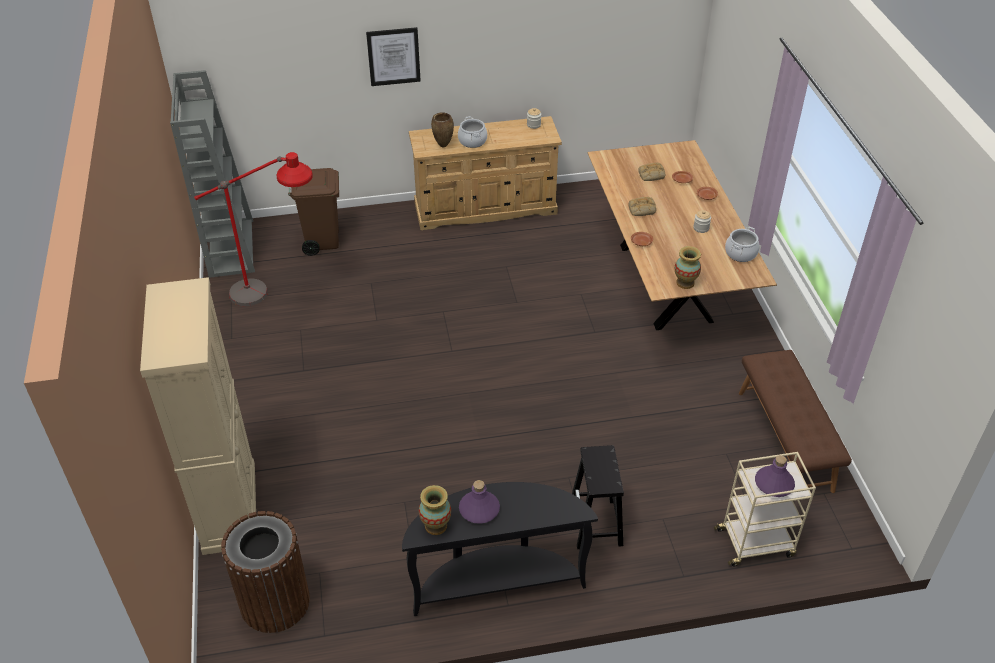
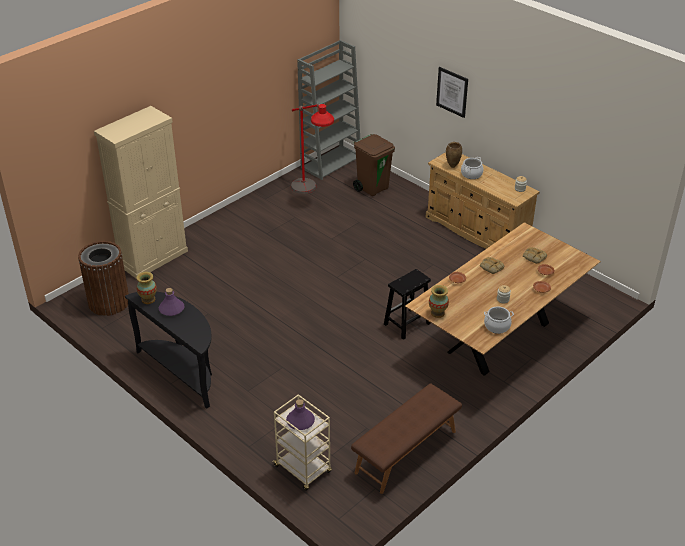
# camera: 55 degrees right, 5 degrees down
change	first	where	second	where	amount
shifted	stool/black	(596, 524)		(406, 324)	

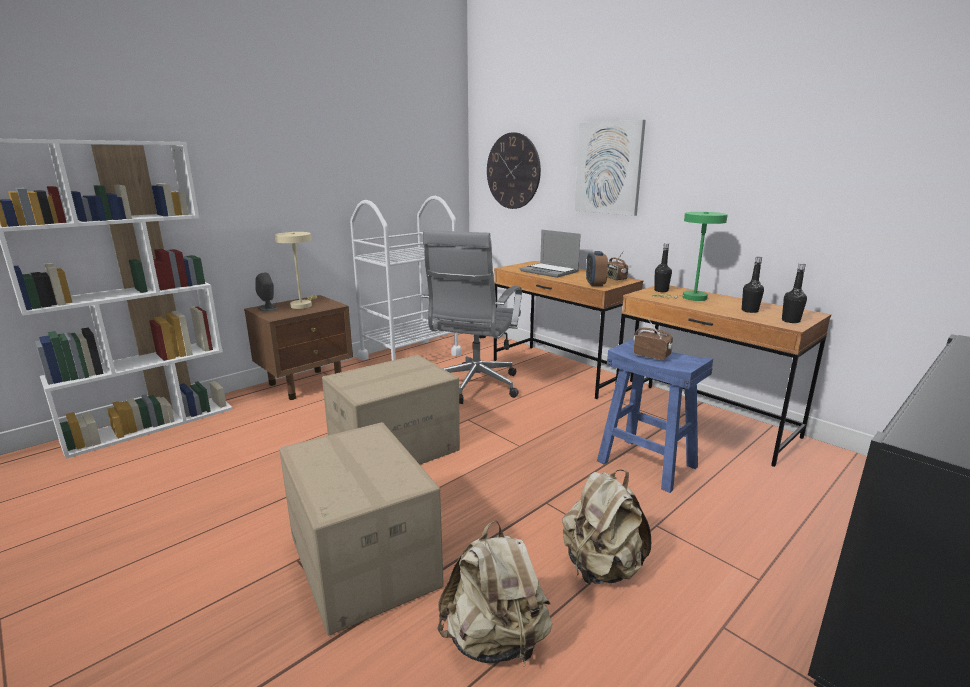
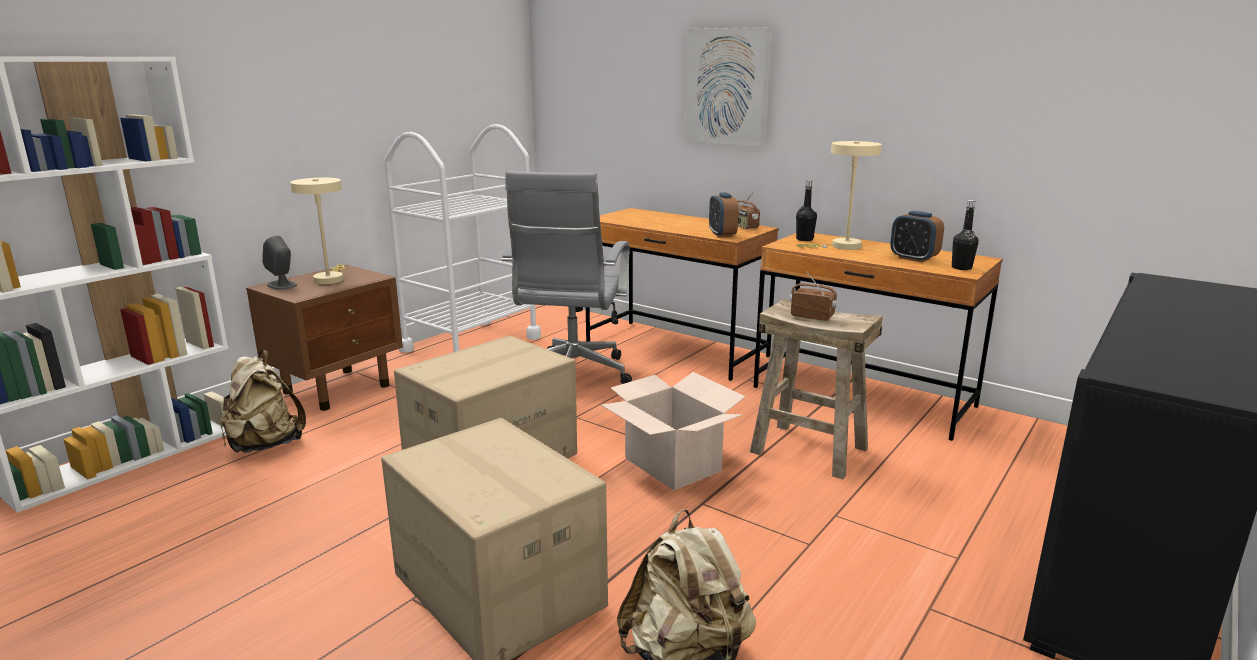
# camera: 10 degrees left, 0 degrees up
change	first	where	second	where	amount
gone	wall clock	(513, 171)			
gone	laptop	(550, 271)			
new			cardboard box	(673, 464)	
shifted	backpack/beige	(601, 568)		(264, 445)	
swapped	bottle/black	(749, 311)	alarm clock	(913, 258)	
repainted	stool/blue	(646, 464)	stool/beige	(808, 450)	
repainted	table lamp/green	(689, 298)	table lamp/beige	(841, 246)	

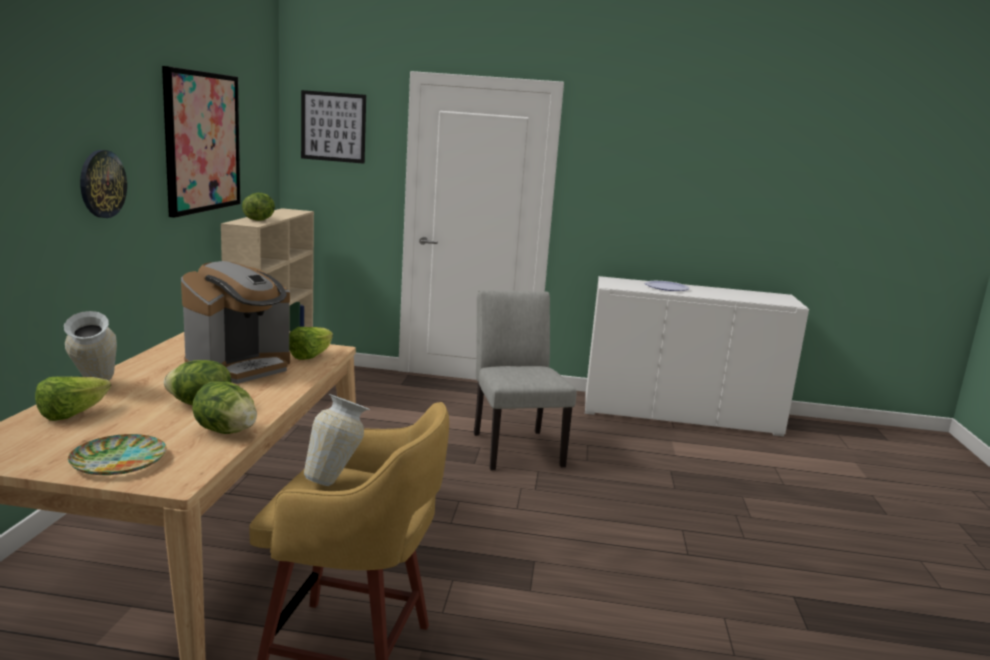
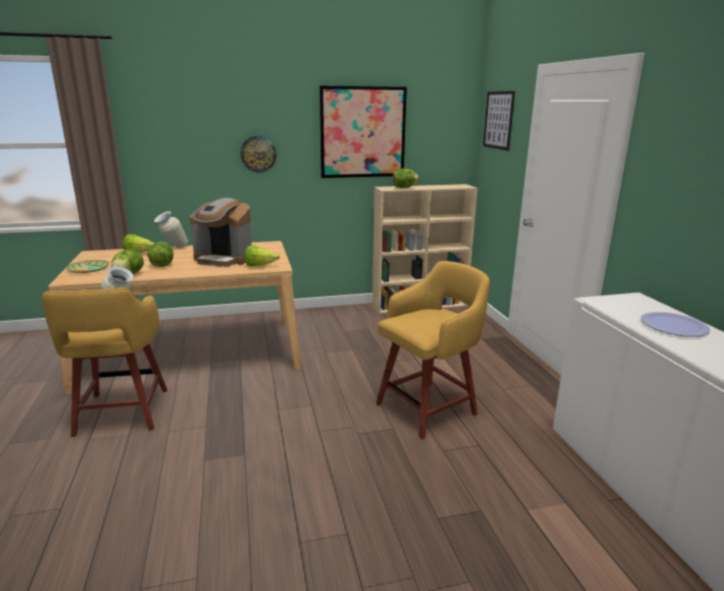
# camera: 70 degrees right, 5 degrees up
change	first	where	second	where	amount
swapped	chair/grey	(514, 446)	stool/yellow	(429, 408)	

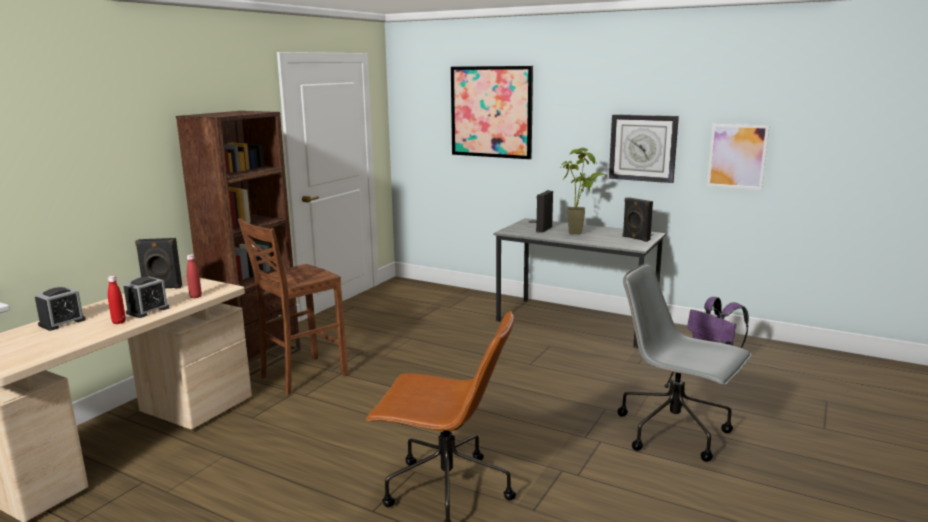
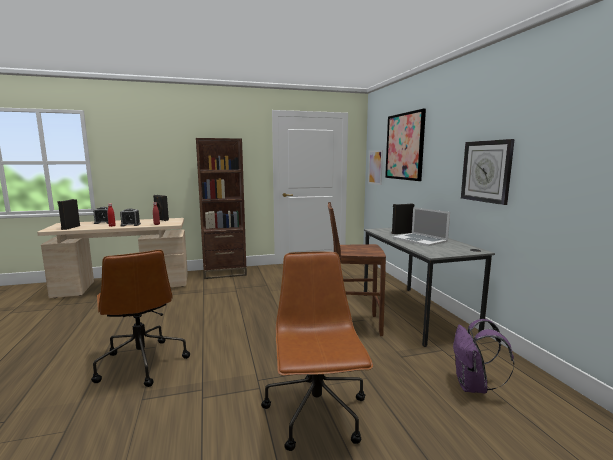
# camera: 45 degrees right, 5 degrees down
change	first	where	second	where	amount
shifted	stool/brown	(301, 376)		(353, 324)	
shifted	speaker/black	(635, 238)		(70, 228)	
shifted	picture	(737, 156)		(375, 167)	
swapped	potted plant	(581, 233)	laptop	(420, 239)	
repainted	office chair/grey	(675, 432)	office chair/brown	(317, 414)	

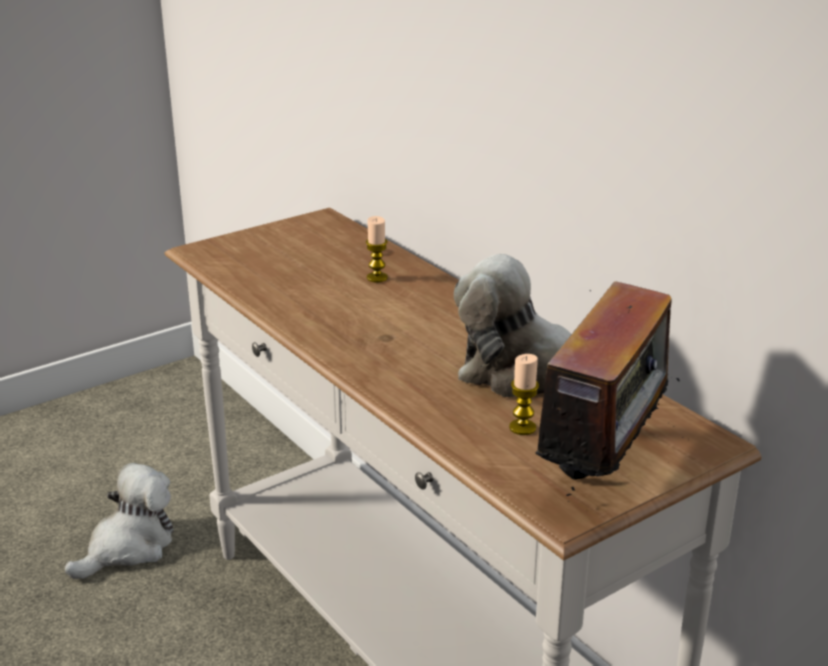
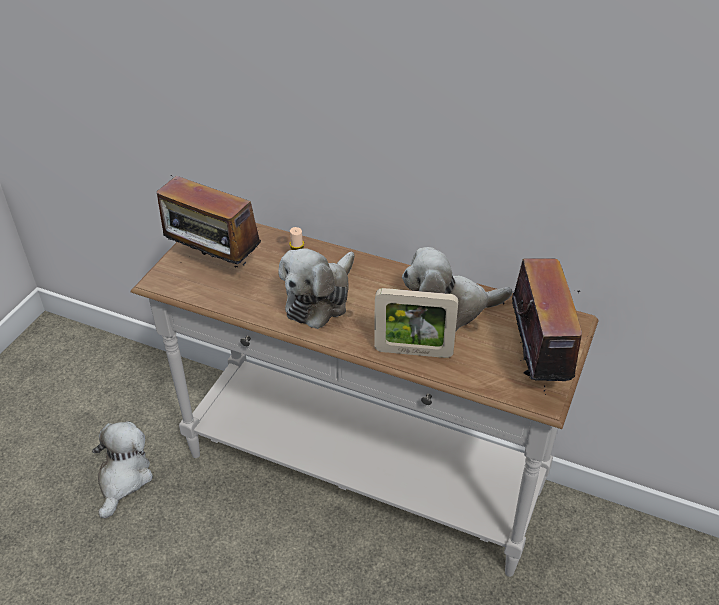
# camera: 30 degrees left, 15 degrees up
change	first	where	second	where	amount
gone	candle	(522, 427)			
new			radio	(214, 263)	
new			plush toy	(320, 298)	
new			picture frame	(413, 351)	

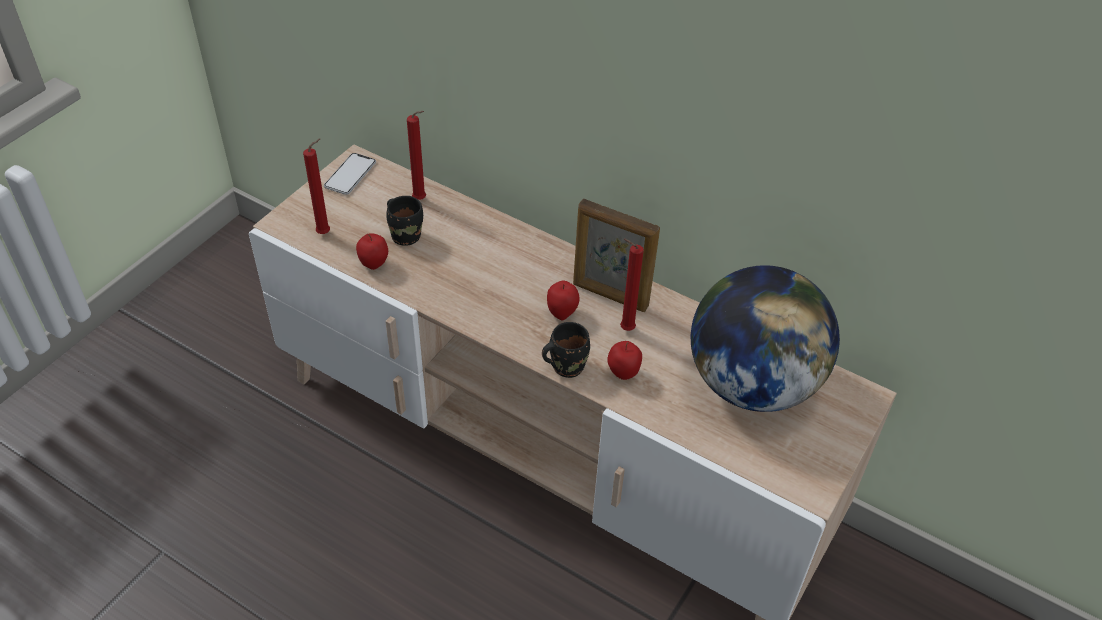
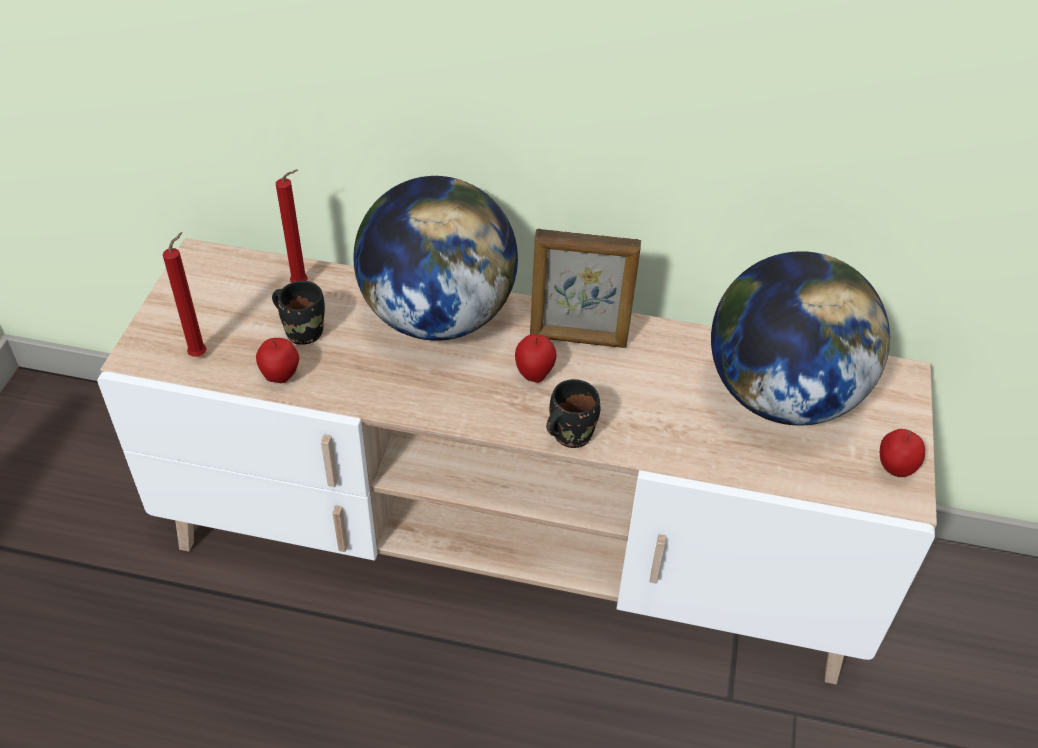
# camera: 20 degrees left, 0 degrees up
change	first	where	second	where	amount
gone	phone	(350, 175)			
gone	candle/red	(624, 329)			
new			globe	(438, 317)	
shifted	apple	(623, 374)		(894, 469)	

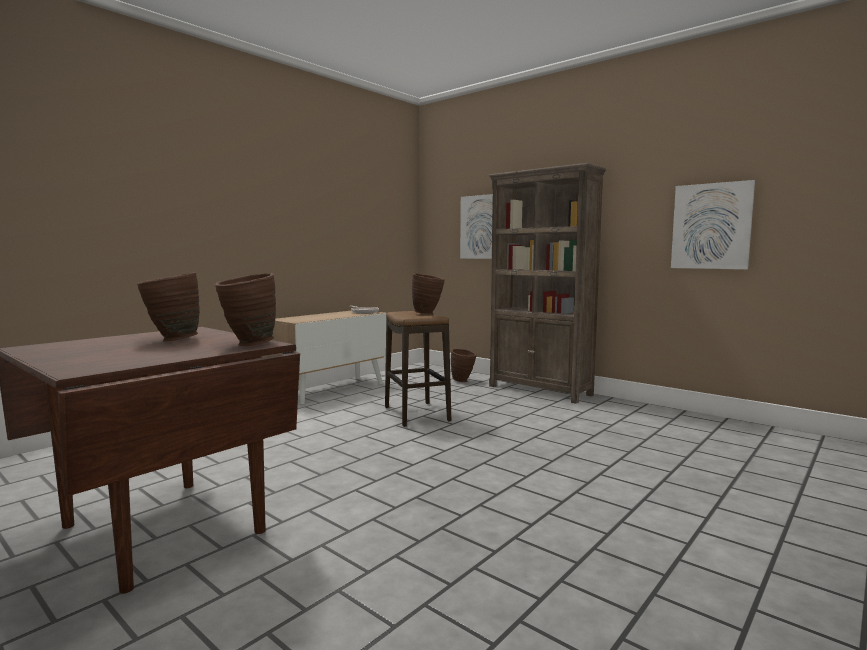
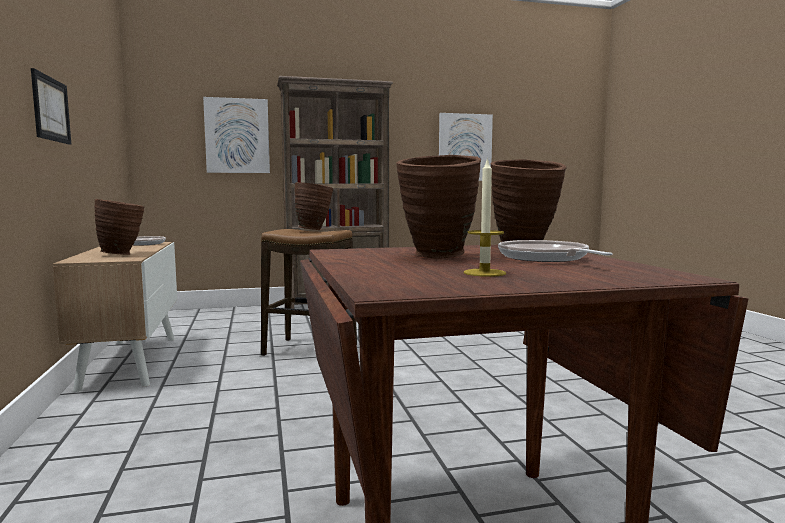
# camera: 55 degrees left, 0 degrees up
change	first	where	second	where	amount
new			picture	(50, 109)	
new			candle	(484, 273)	
new			frying pan	(545, 258)	
shifted	vase/brown	(463, 381)		(123, 254)	

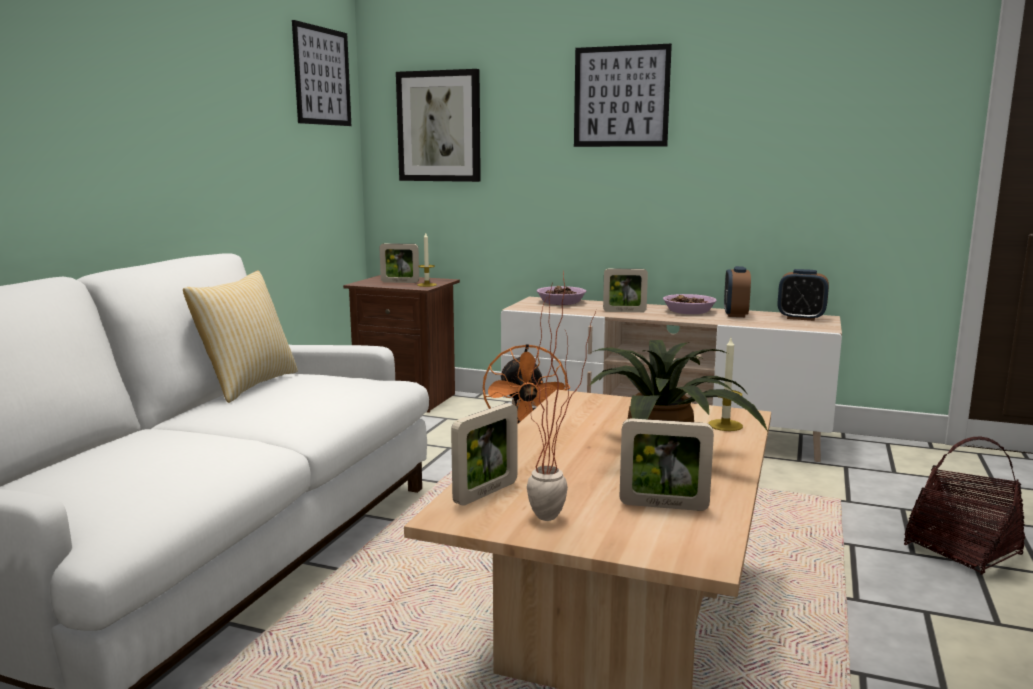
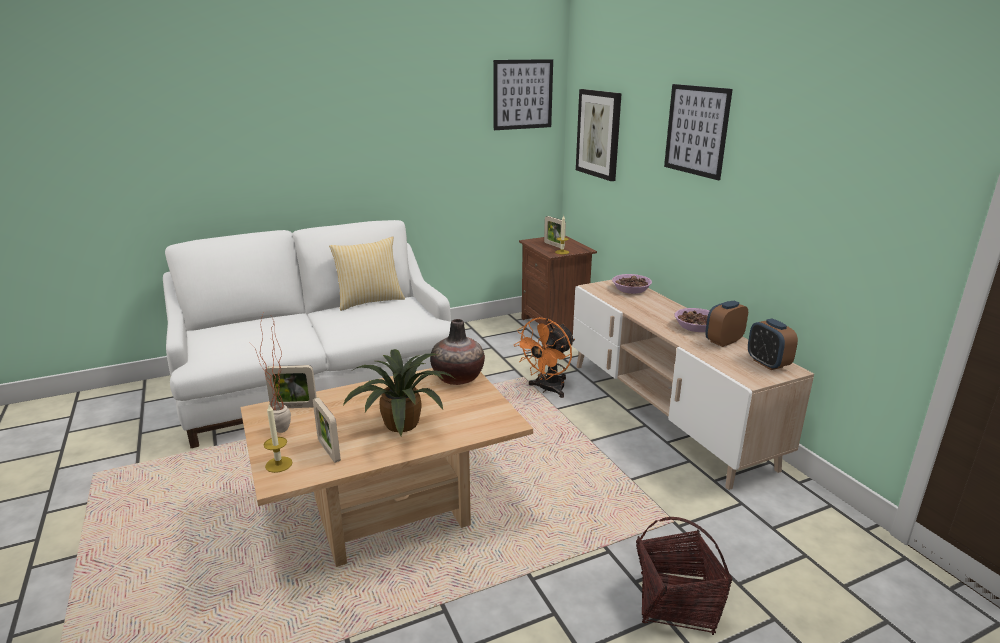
# camera: 45 degrees right, 10 degrees up
change	first	where	second	where	amount
gone	picture frame	(624, 311)			
new			vase	(458, 378)	
shifted	candle	(725, 425)		(278, 464)	

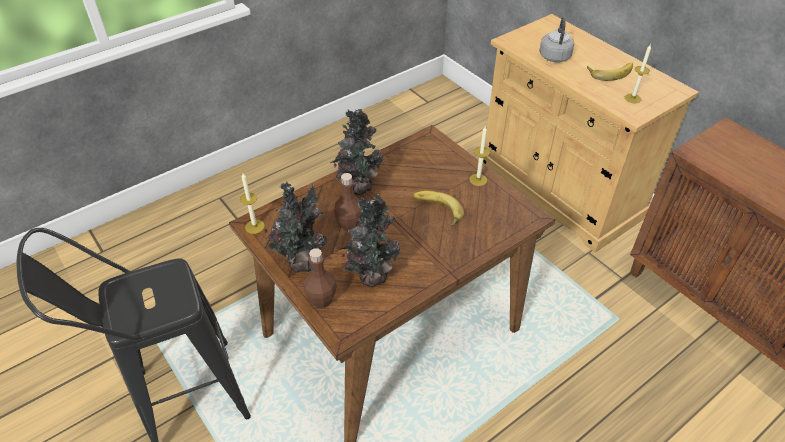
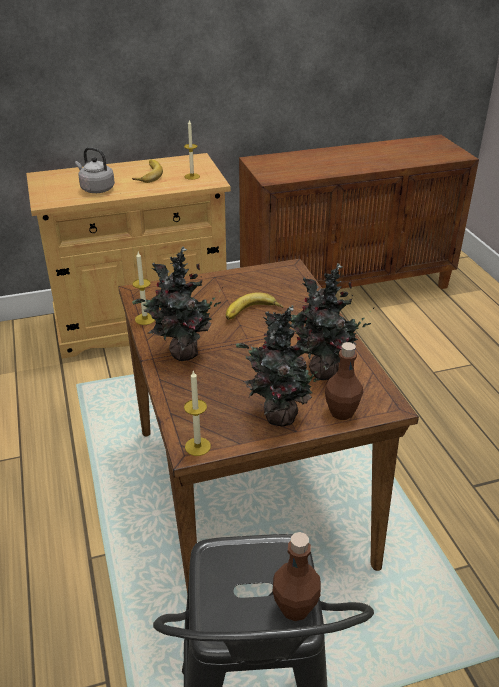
# camera: 70 degrees left, 10 degrees down
change	first	where	second	where	amount
shifted	bottle/brown	(349, 224)		(295, 607)	
shifted	candle	(478, 180)		(145, 319)	

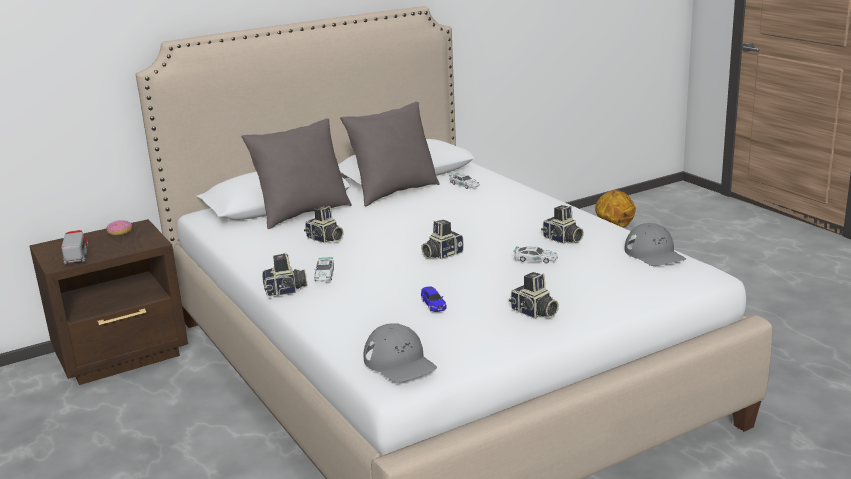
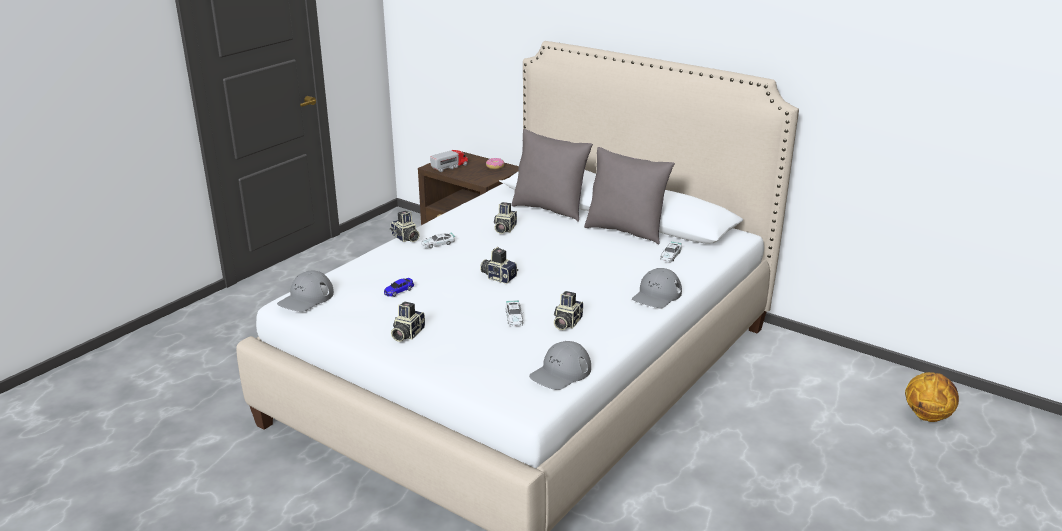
# camera: 65 degrees right, 5 degrees up
change	first	where	second	where	amount
new			cap/grey	(656, 295)	

